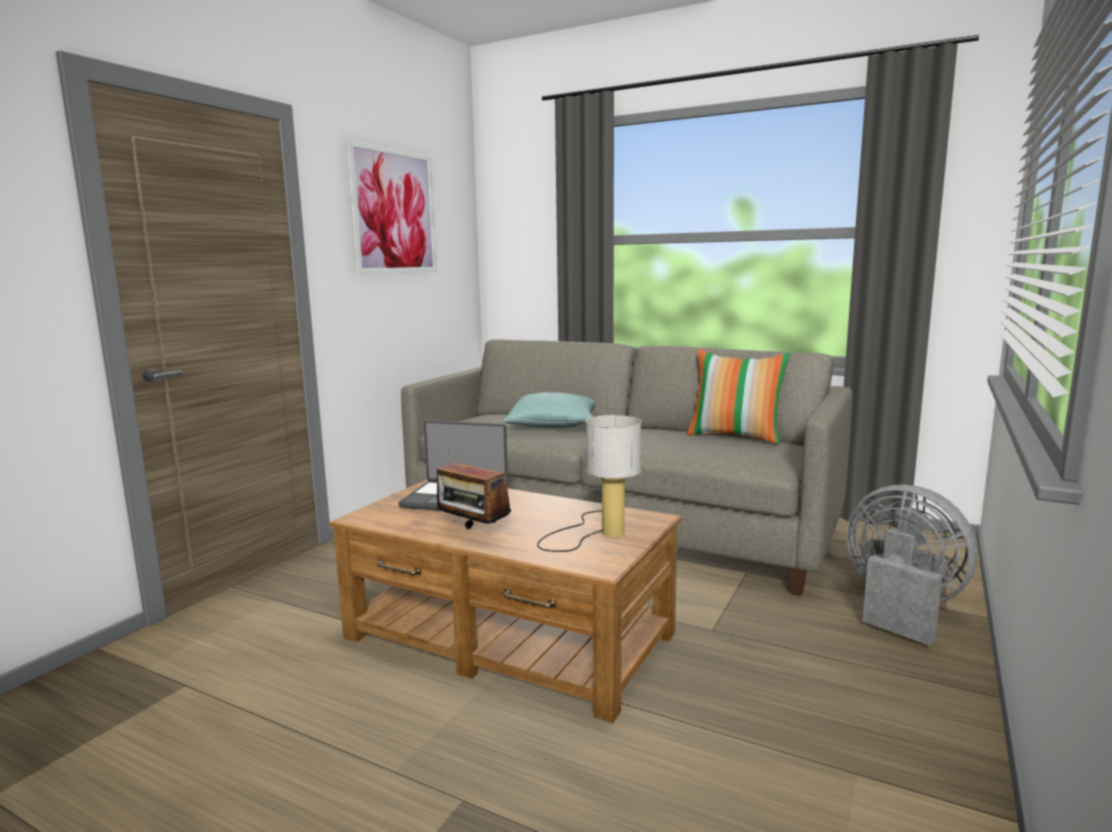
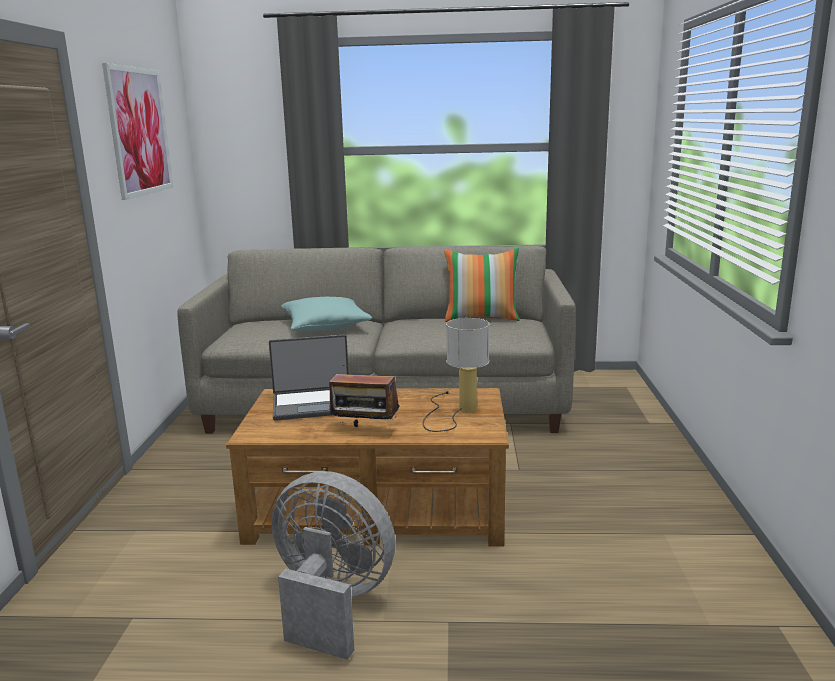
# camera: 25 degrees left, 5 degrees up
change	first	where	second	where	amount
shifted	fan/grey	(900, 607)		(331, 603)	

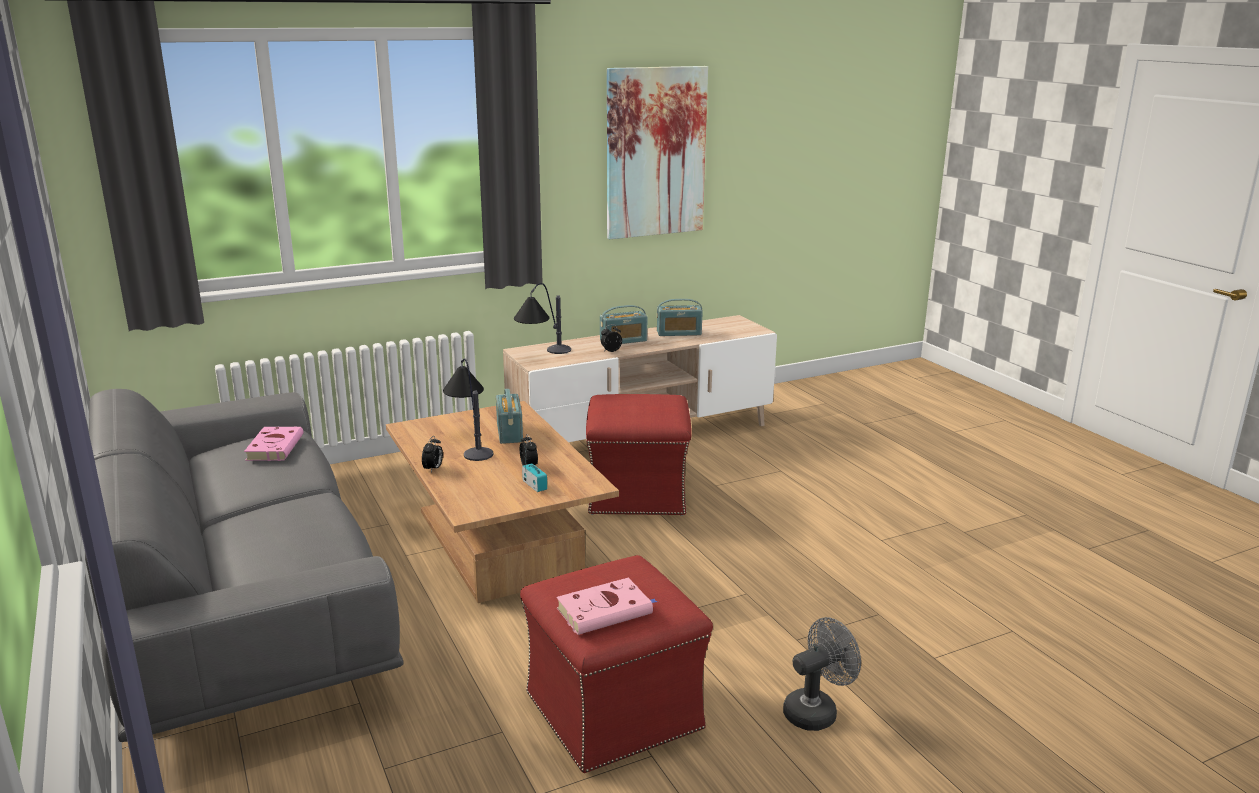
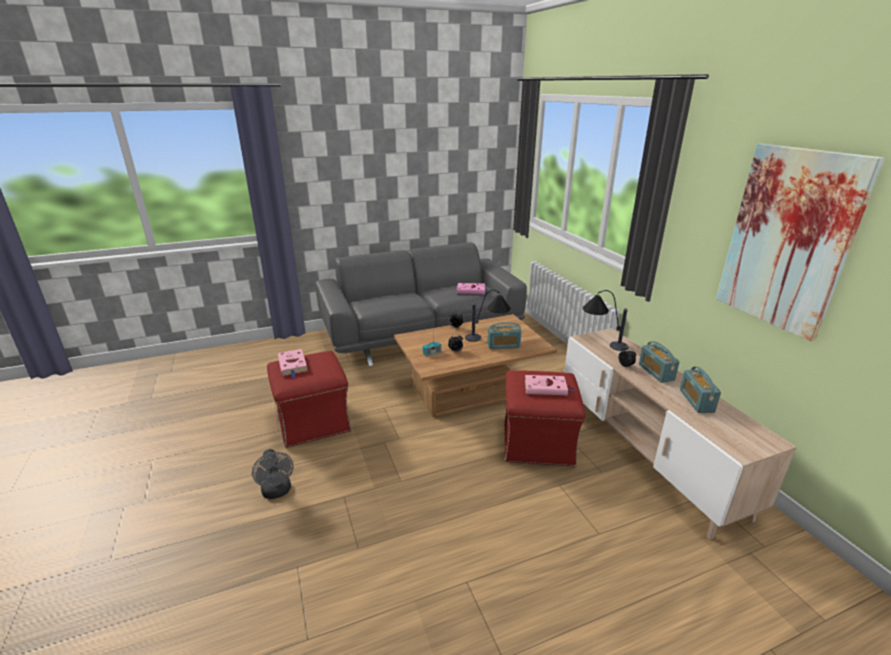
# camera: 95 degrees right, 5 degrees up
change	first	where	second	where	amount
new			book/pink	(546, 388)	

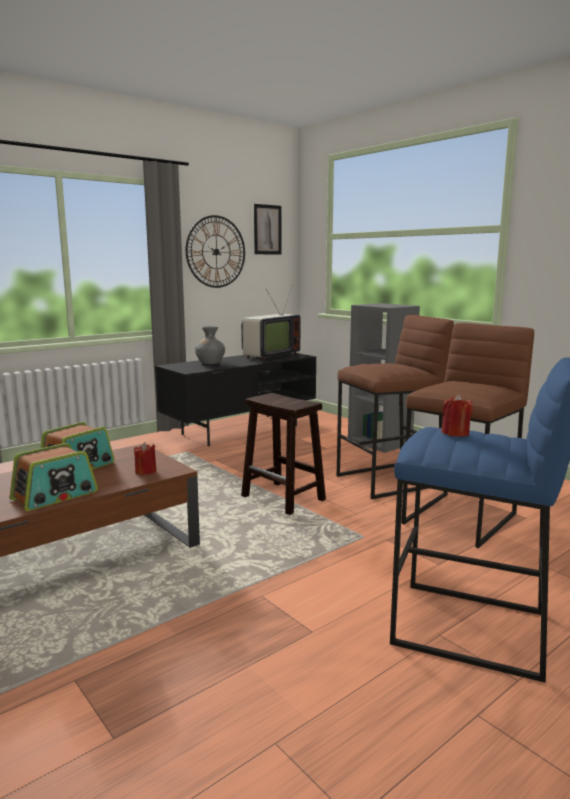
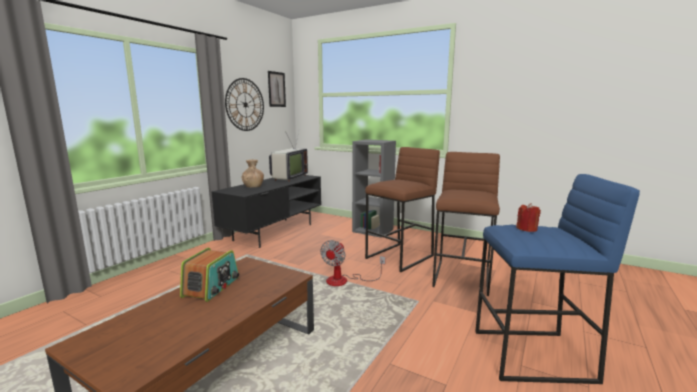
# camera: 20 degrees left, 0 degrees up
change	first	where	second	where	amount
gone	radio	(55, 495)			
gone	candle/red	(146, 471)			
swapped	stool/brown	(284, 498)	fan	(344, 281)	
repainted	vase/grey	(210, 363)	vase/brown	(253, 186)	

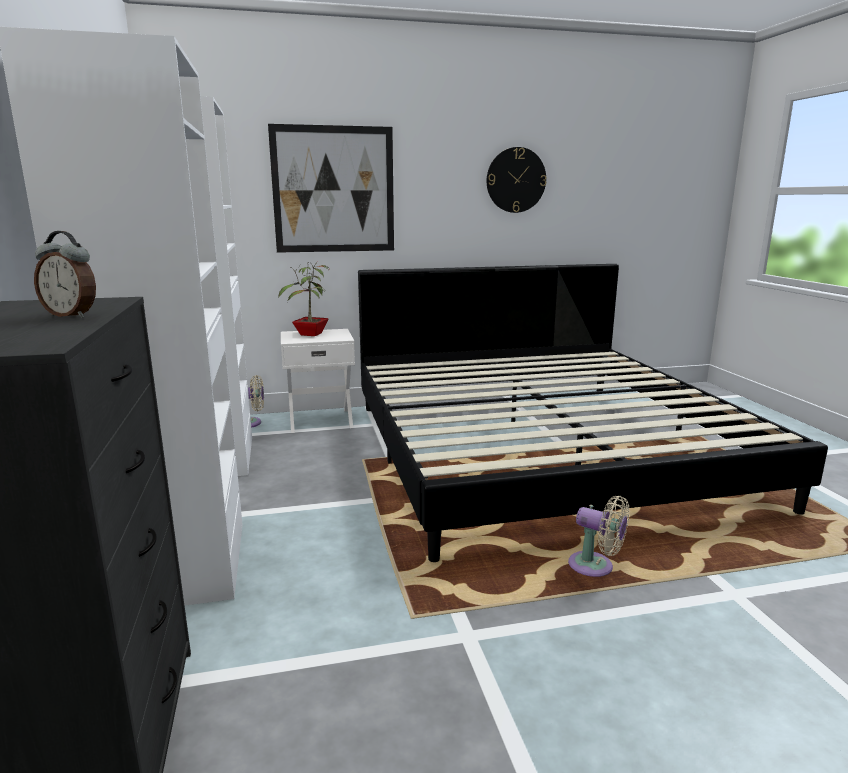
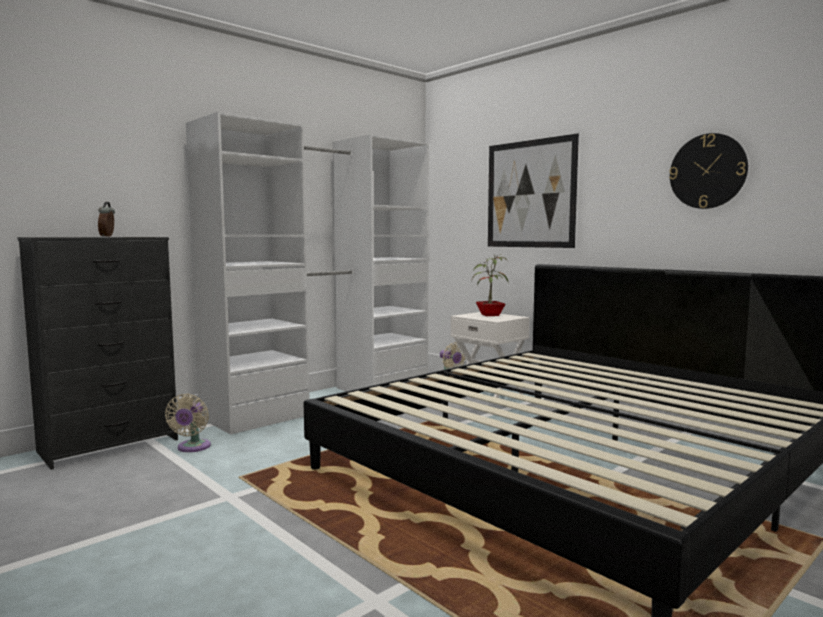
# camera: 60 degrees right, 10 degrees down
change	first	where	second	where	amount
shifted	fan/beige	(595, 567)		(192, 448)	

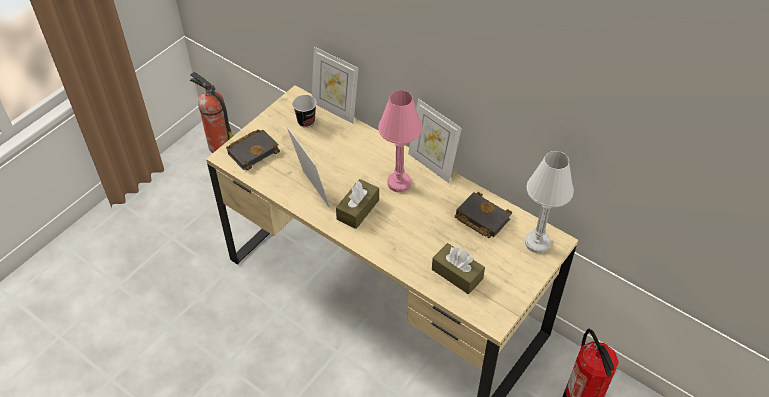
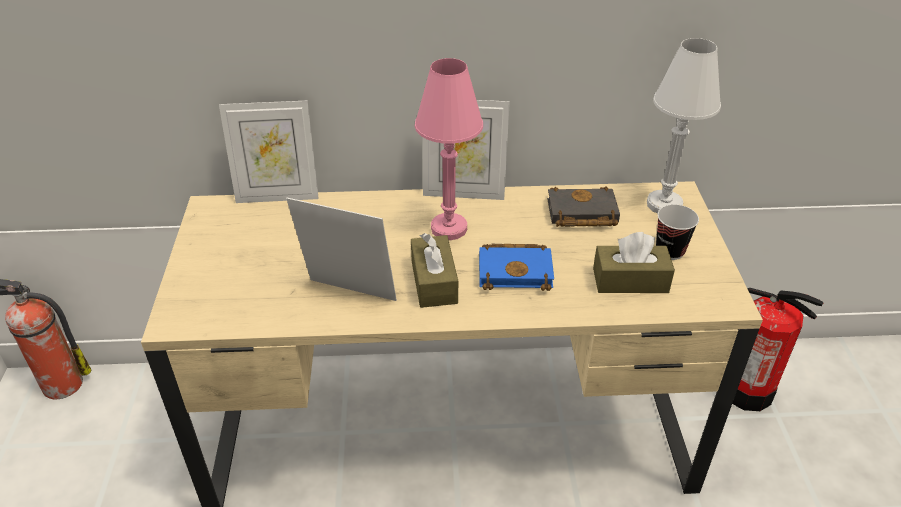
# camera: 40 degrees left, 10 degrees down
change	first	where	second	where	amount
gone	book/black	(253, 151)			
new			book/blue	(517, 270)	
shifted	cup	(306, 121)		(670, 251)	

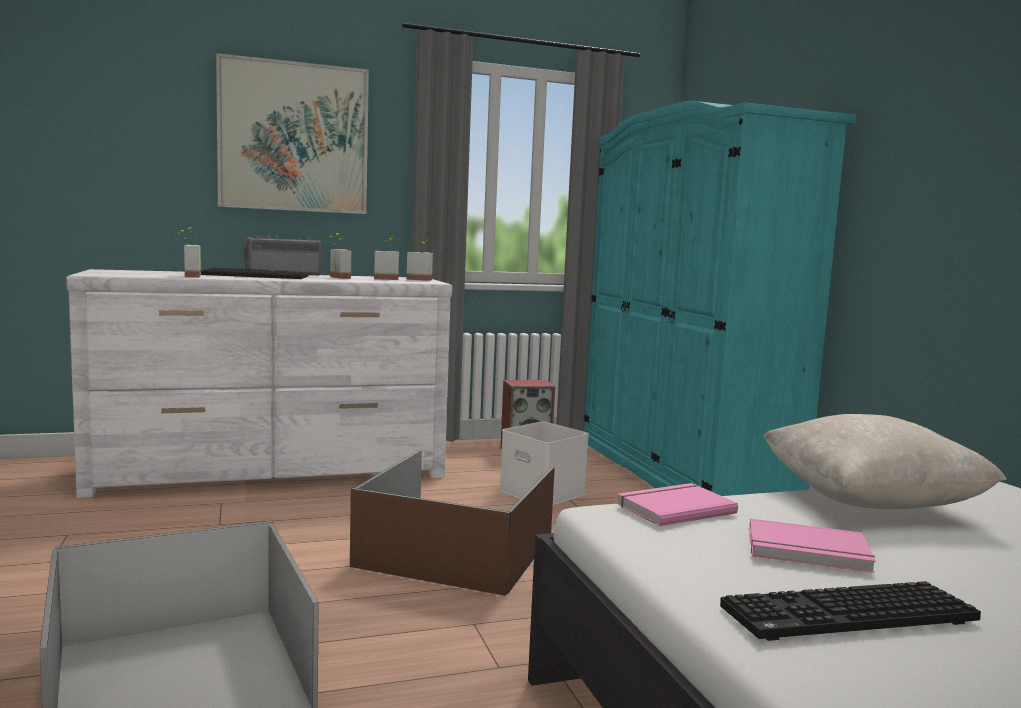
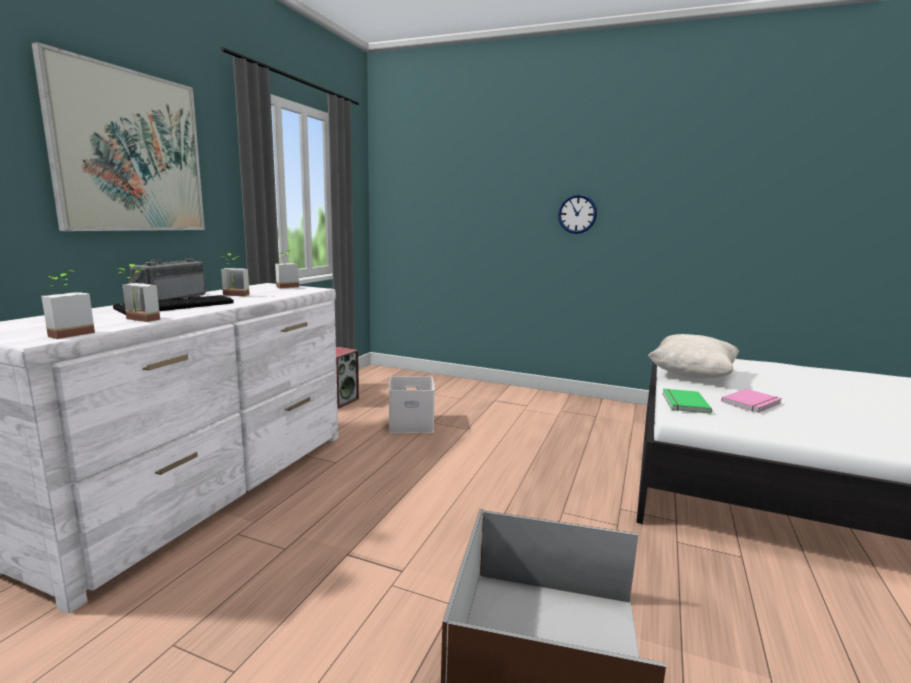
# camera: 50 degrees left, 5 degrees up
change	first	where	second	where	amount
gone	storage box/brown	(459, 551)			
gone	wardrobe/turquoise	(678, 470)			
gone	keyboard	(849, 616)			
new			wall clock	(577, 214)	
shifted	potted plant	(385, 279)		(67, 333)	
repainted	book/pink	(673, 507)	book/green	(683, 403)	

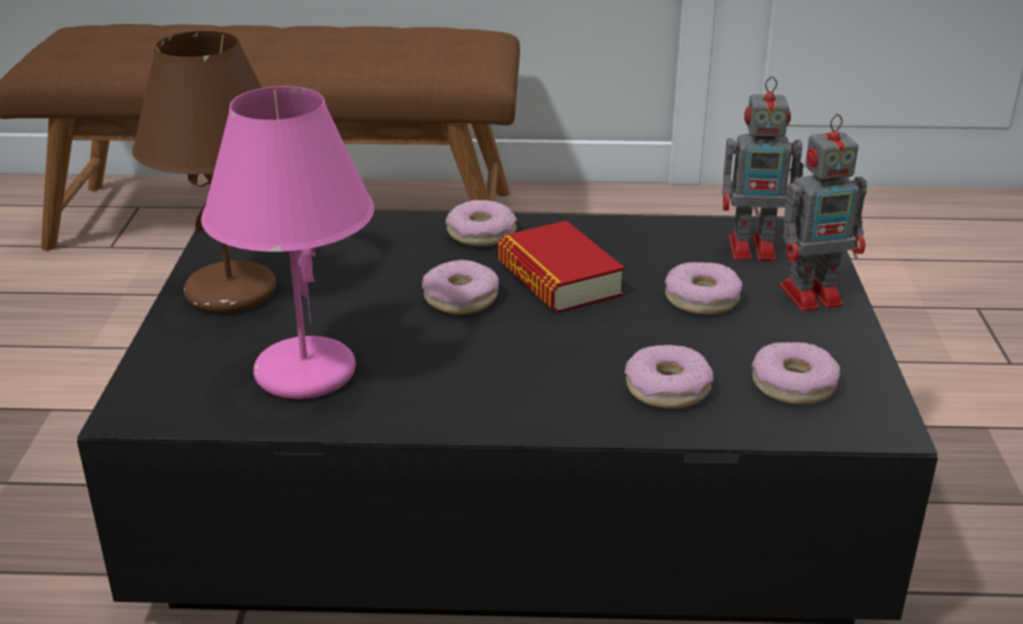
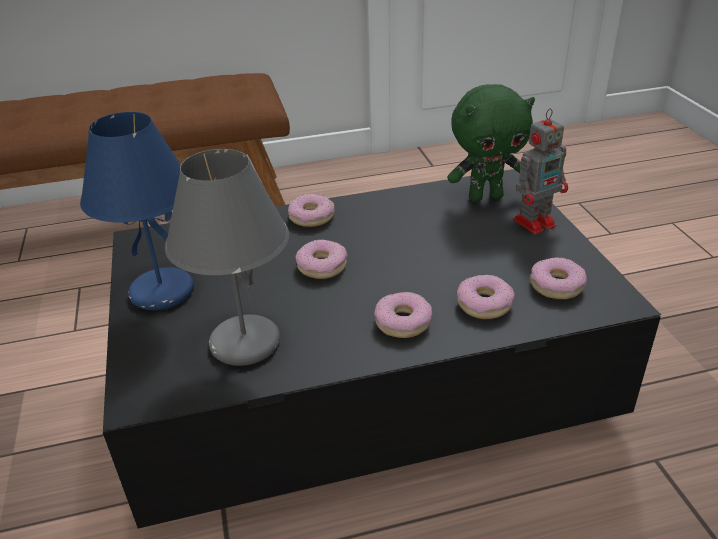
# camera: 15 degrees left, 5 degrees up
change	first	where	second	where	amount
gone	book	(558, 279)			
shifted	donut	(701, 299)		(402, 322)	
swapped	toy robot	(755, 248)	plush toy/green	(485, 197)	
repainted	table lamp/brown	(229, 293)	table lamp/blue	(161, 293)	
repainted	table lamp/pink	(303, 372)	table lamp/grey	(243, 343)	

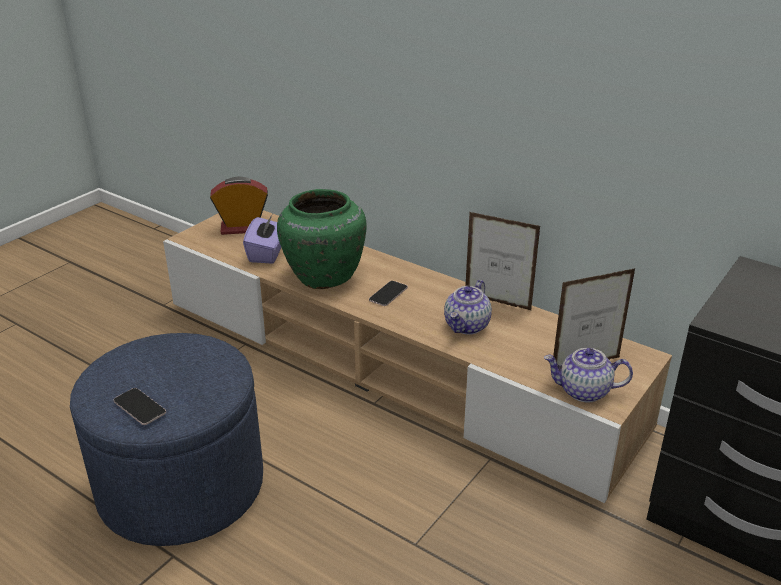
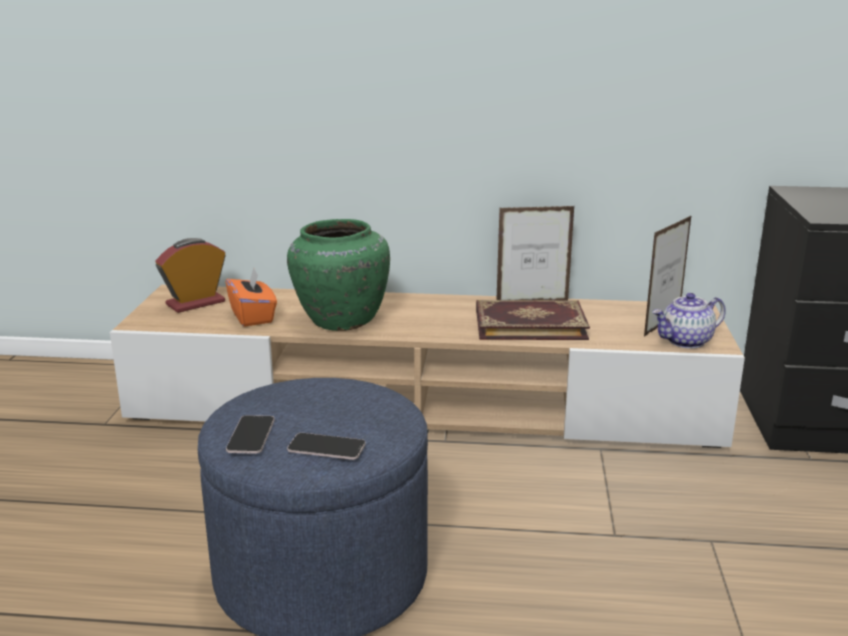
# camera: 30 degrees left, 10 degrees down
change	first	where	second	where	amount
shifted	phone	(388, 294)		(251, 435)	
swapped	teapot	(467, 326)	book	(530, 324)	
repainted	tissue box/purple	(267, 253)	tissue box/orange	(253, 316)	

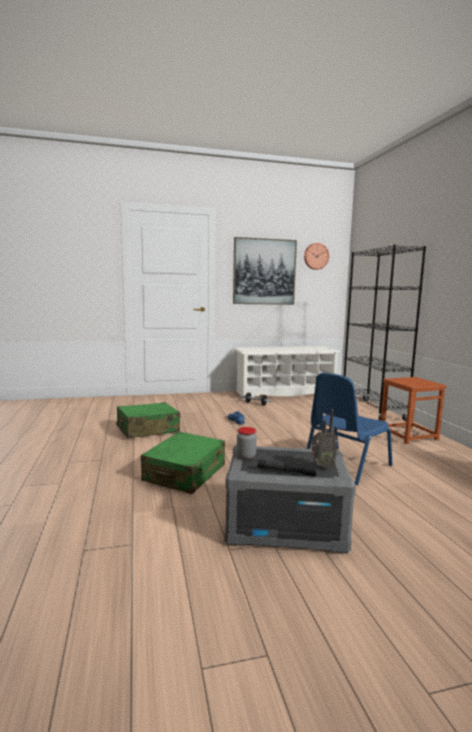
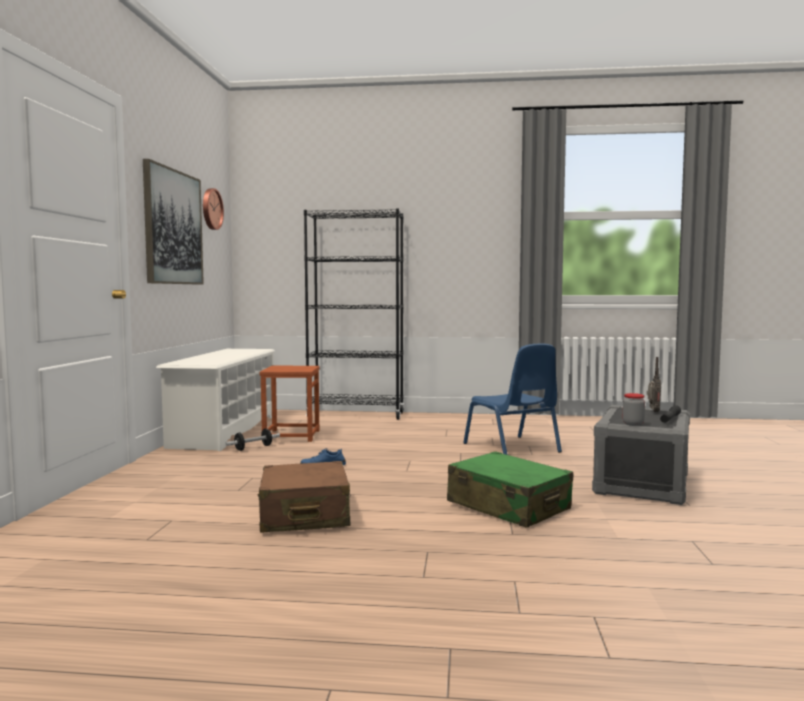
# camera: 70 degrees left, 5 degrees down
change	first	where	second	where	amount
shifted	stool/brown	(408, 435)		(291, 436)	
repainted	suitcase/green	(147, 430)	suitcase/brown	(304, 515)	

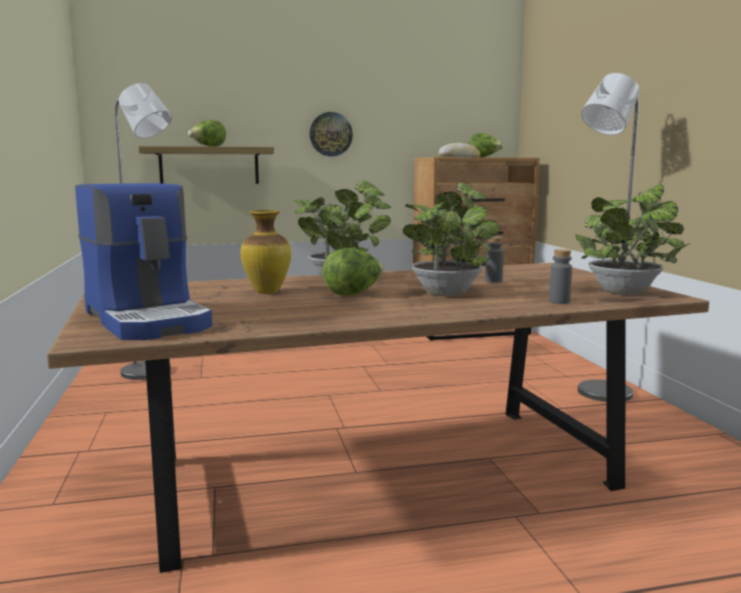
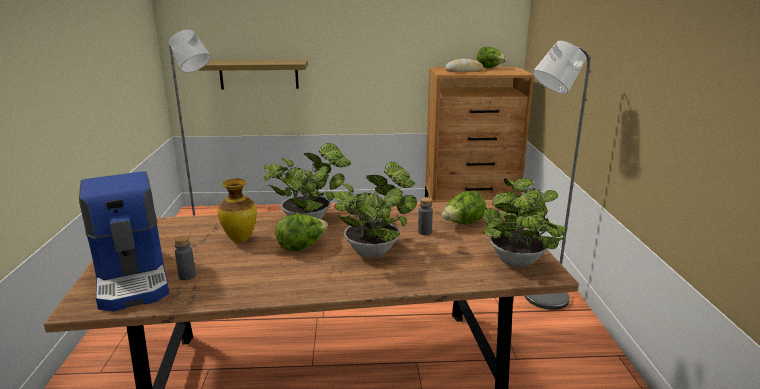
# camera: 10 degrees right, 10 degrees up
change	first	where	second	where	amount
gone	wall clock	(330, 134)			
shifted	lettuce	(208, 146)		(463, 224)	
shifted	bottle/grey	(559, 302)		(187, 276)	

